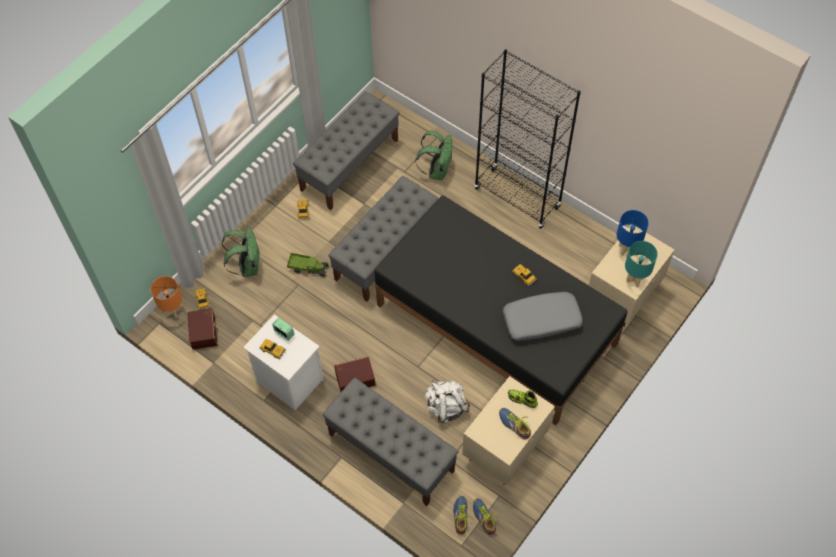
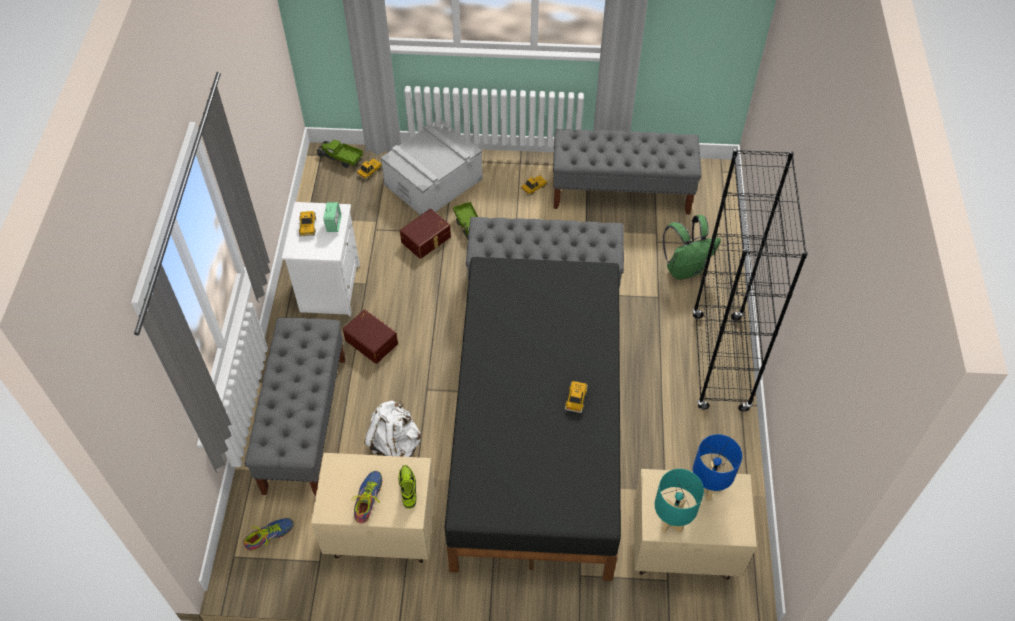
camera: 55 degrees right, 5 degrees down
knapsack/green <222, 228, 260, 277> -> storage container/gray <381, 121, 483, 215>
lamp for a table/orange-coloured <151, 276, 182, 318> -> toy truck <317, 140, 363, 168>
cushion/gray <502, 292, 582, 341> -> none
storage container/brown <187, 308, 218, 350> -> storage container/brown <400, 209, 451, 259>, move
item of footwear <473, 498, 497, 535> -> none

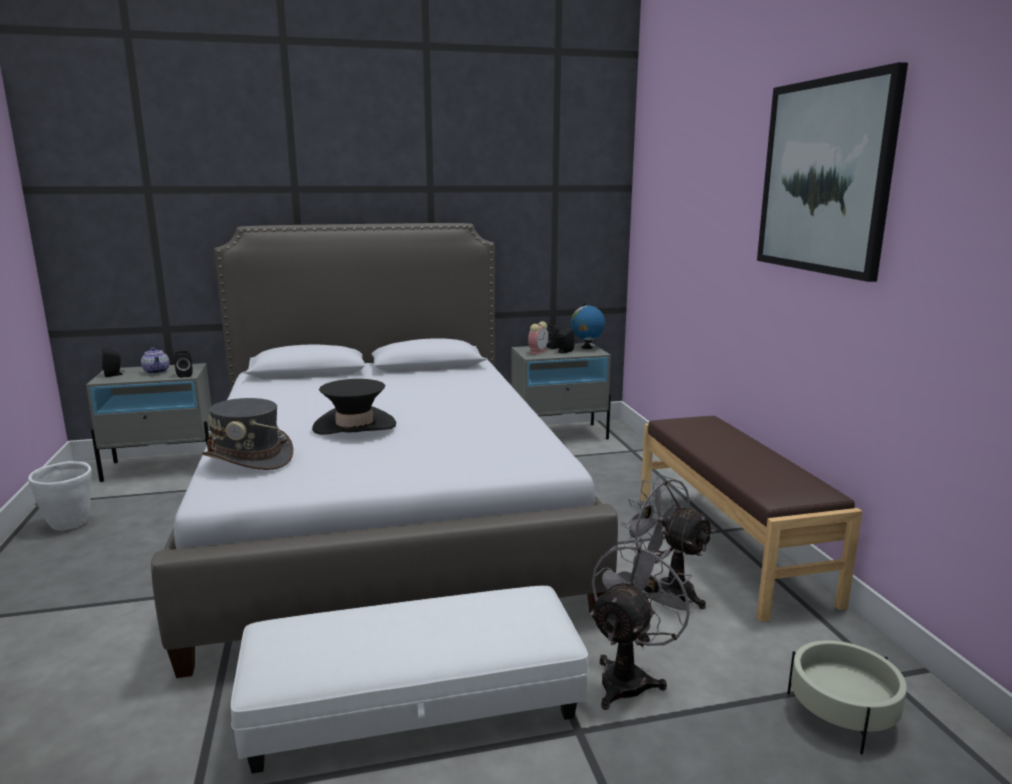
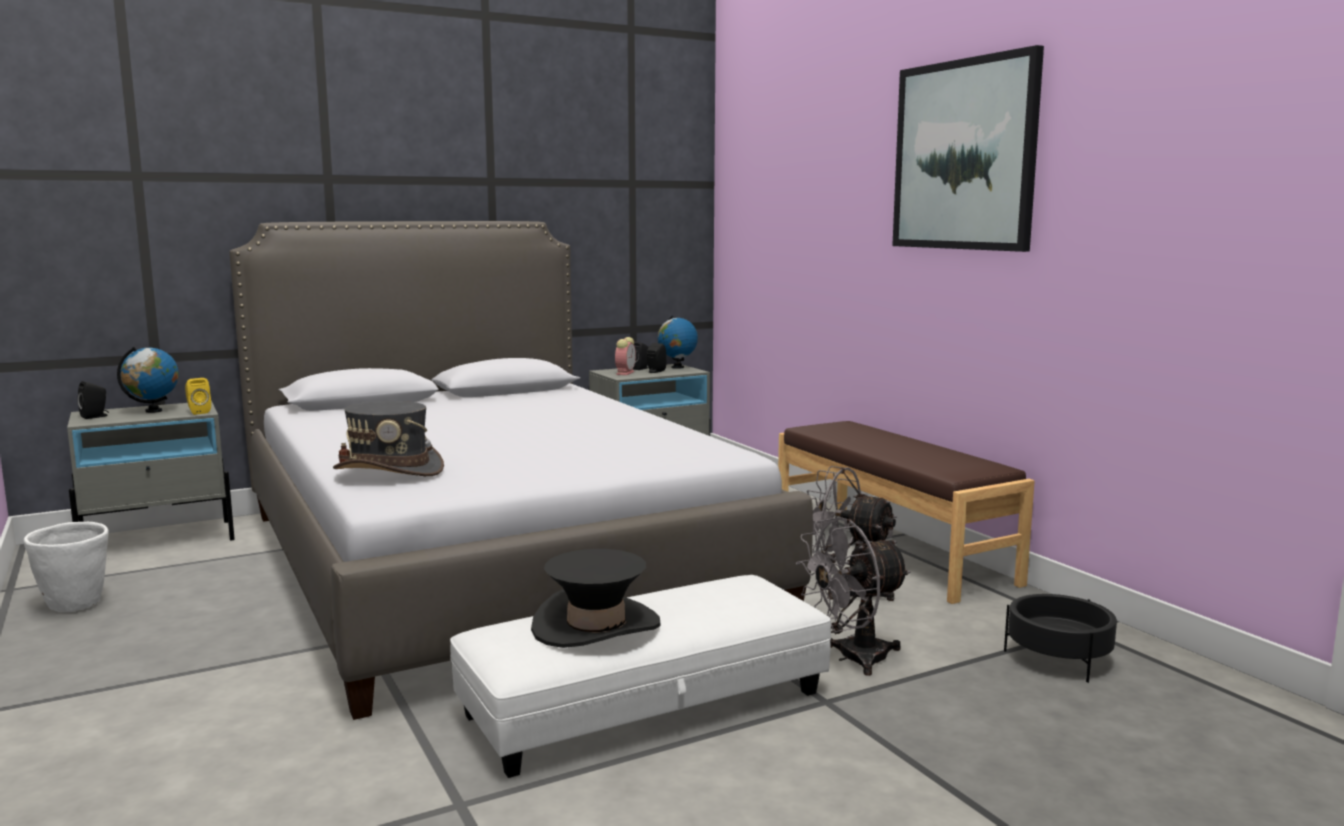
camera: 15 degrees left, 5 degrees down
tea pot <141, 347, 169, 374> -> world globe <117, 347, 179, 413>
loudspeaker/blackish <174, 350, 193, 378> -> loudspeaker/yellow-coloured <185, 378, 211, 415>
hat/blackish <312, 379, 396, 435> -> hat/blackish <531, 549, 661, 648>, move
fan/gray <590, 538, 697, 710> -> fan/gray <795, 517, 911, 676>, 135 degrees counterclockwise
plant pot/beige-coloured <787, 640, 907, 755> -> plant pot/blackish <1004, 594, 1117, 683>

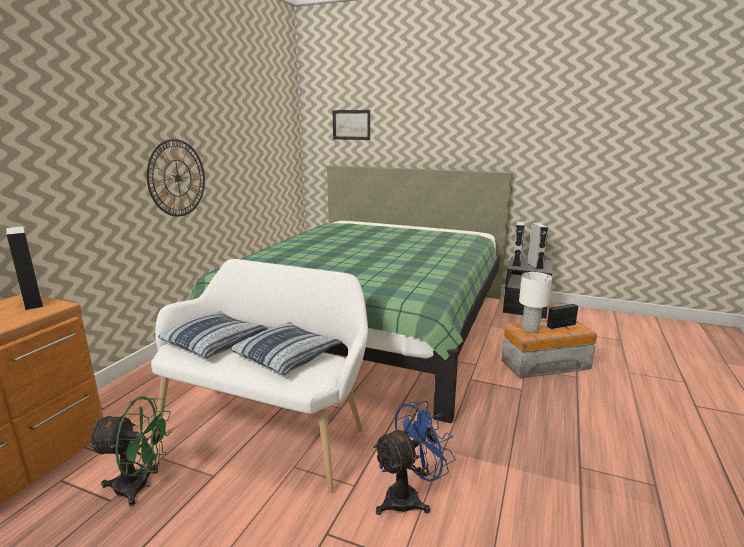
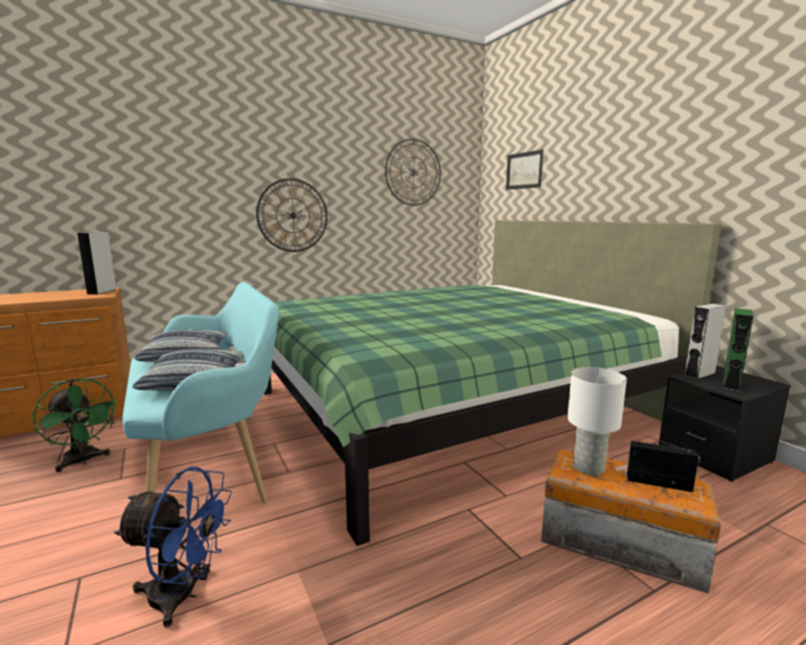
camera: 40 degrees right, 5 degrees down
loudspeaker/gray <527, 223, 548, 269> -> loudspeaker/green <722, 308, 753, 391>
long seat/white-coloured <151, 259, 368, 493> -> long seat/turquoise-coloured <123, 282, 279, 503>
none -> hanging clock <385, 138, 441, 206>

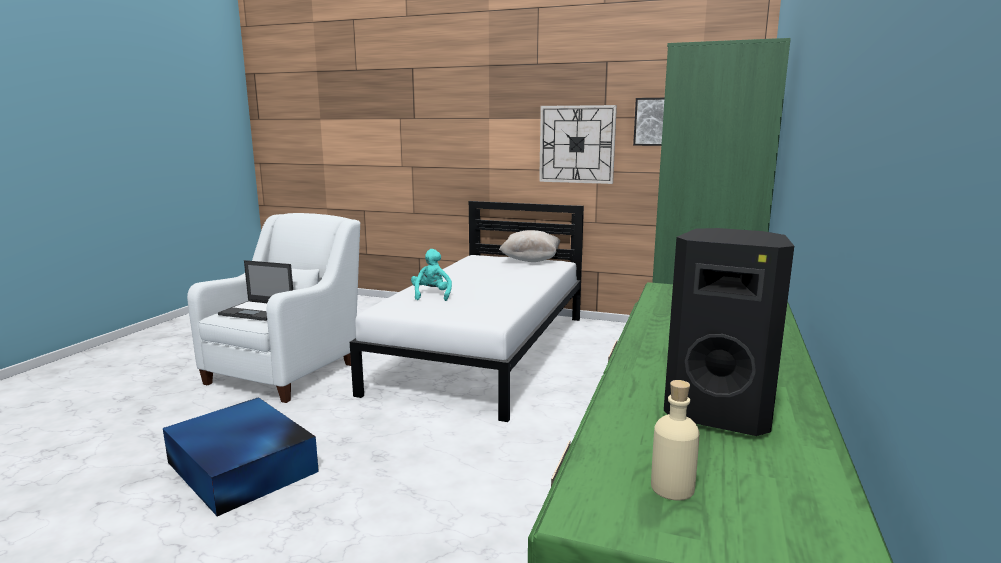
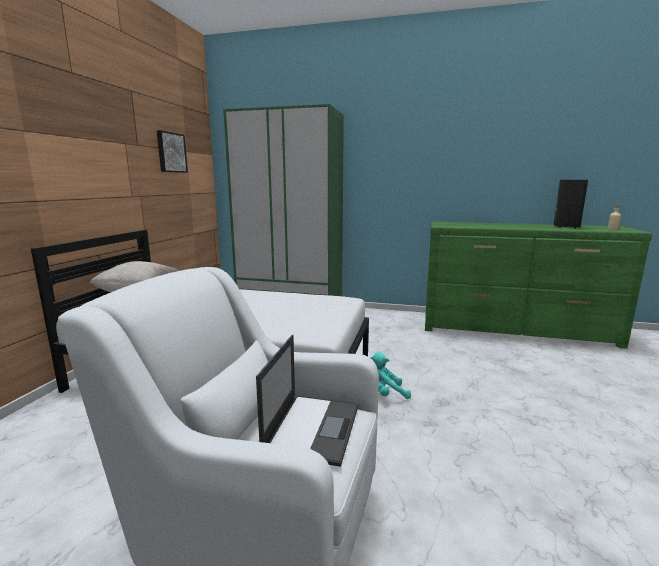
camera: 95 degrees left, 0 degrees up
hanging clock <539, 105, 617, 184> -> none
soft toy/turquoise-coloured <411, 249, 452, 301> -> soft toy/turquoise-coloured <370, 352, 411, 399>, move
storage container/bluish <163, 397, 319, 516> -> none

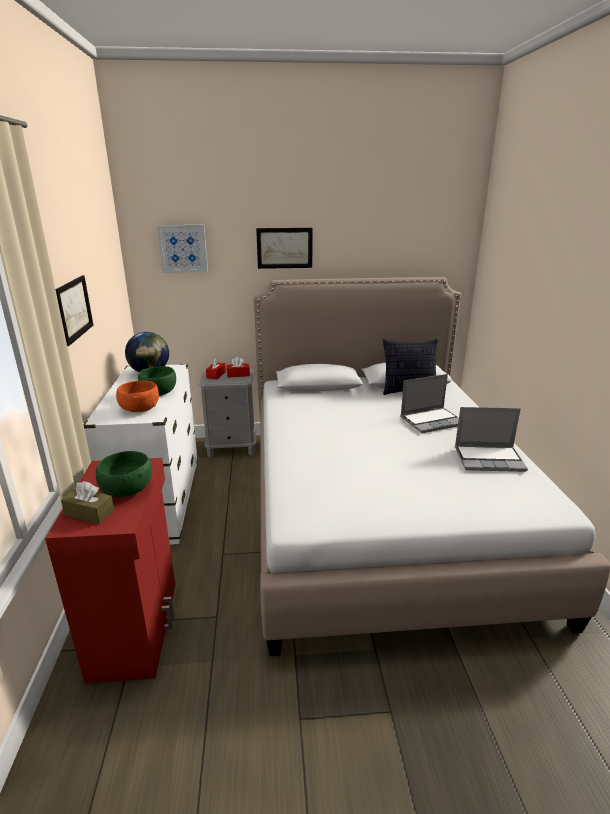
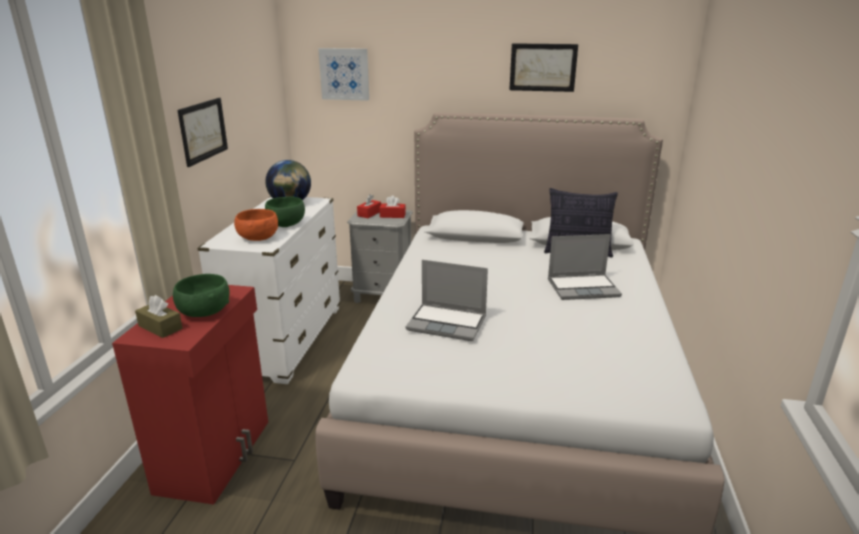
camera: 15 degrees right, 0 degrees up
picture <256, 228, 312, 269> -> picture <509, 43, 578, 92>, move
portable computer <455, 407, 528, 472> -> portable computer <406, 260, 488, 341>, move

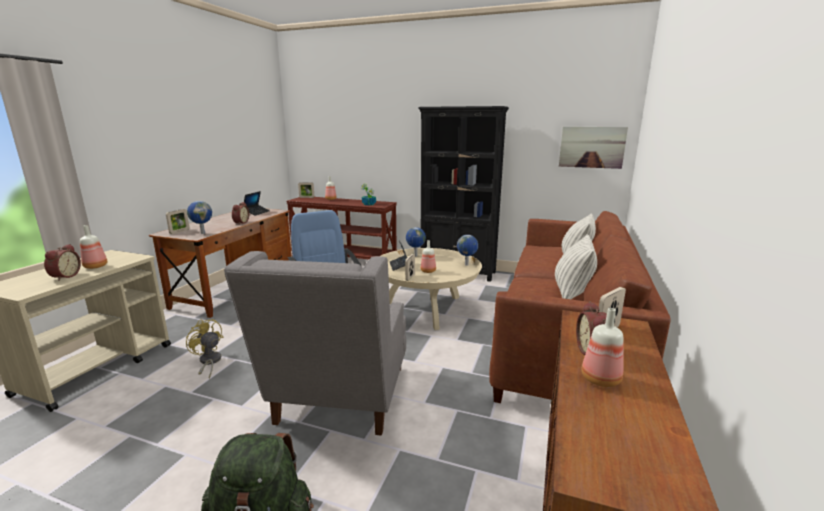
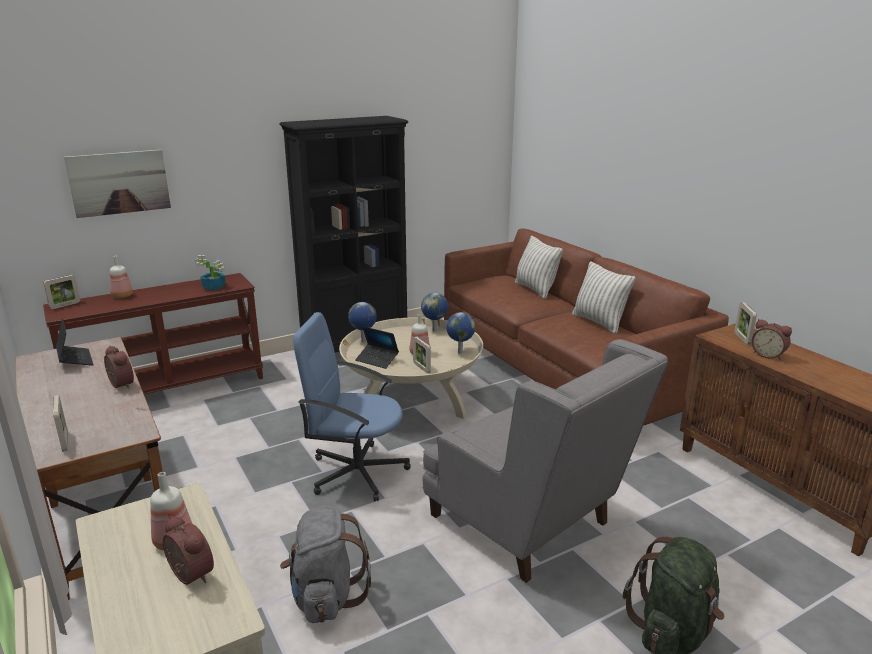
camera: 50 degrees left, 5 degrees up
picture <559, 127, 628, 169> -> picture <64, 150, 171, 218>, move
world globe <187, 201, 212, 234> -> world globe <446, 312, 475, 354>, move
bottle <582, 308, 623, 387> -> none
fan/yellow-coloured <186, 319, 223, 379> -> knapsack/gray <280, 506, 371, 623>

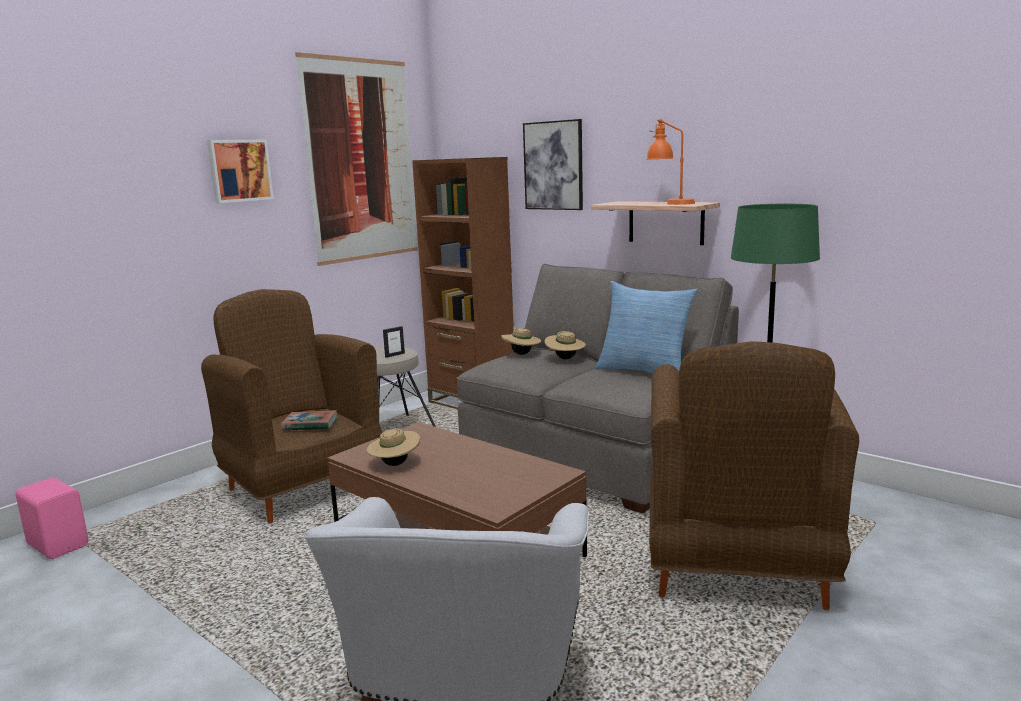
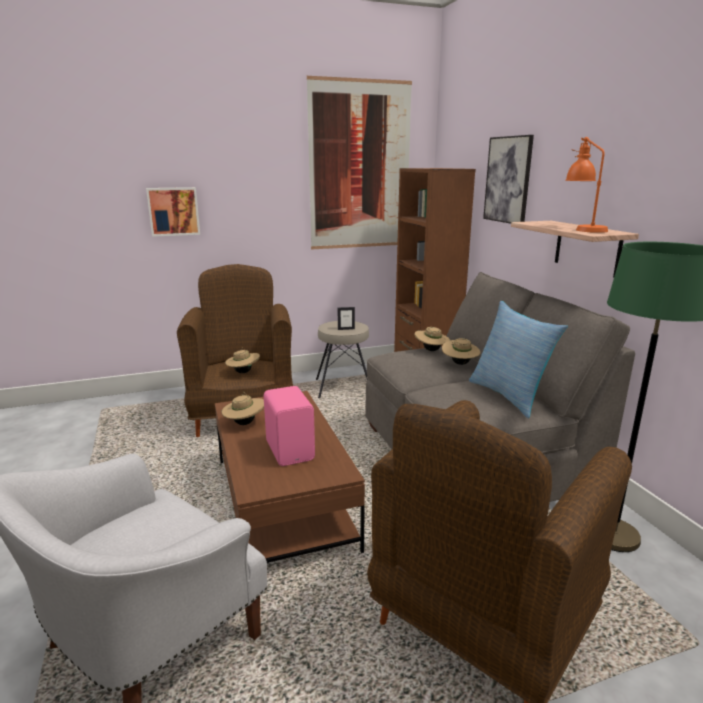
camera: 30 degrees right, 5 degrees up
picture <207, 140, 274, 203> -> picture <146, 187, 200, 237>, move
volume <281, 410, 337, 430> -> hat/beige-coloured <225, 348, 260, 373>
loudspeaker/pinkish <15, 478, 89, 559> -> loudspeaker/pinkish <264, 386, 315, 466>, move

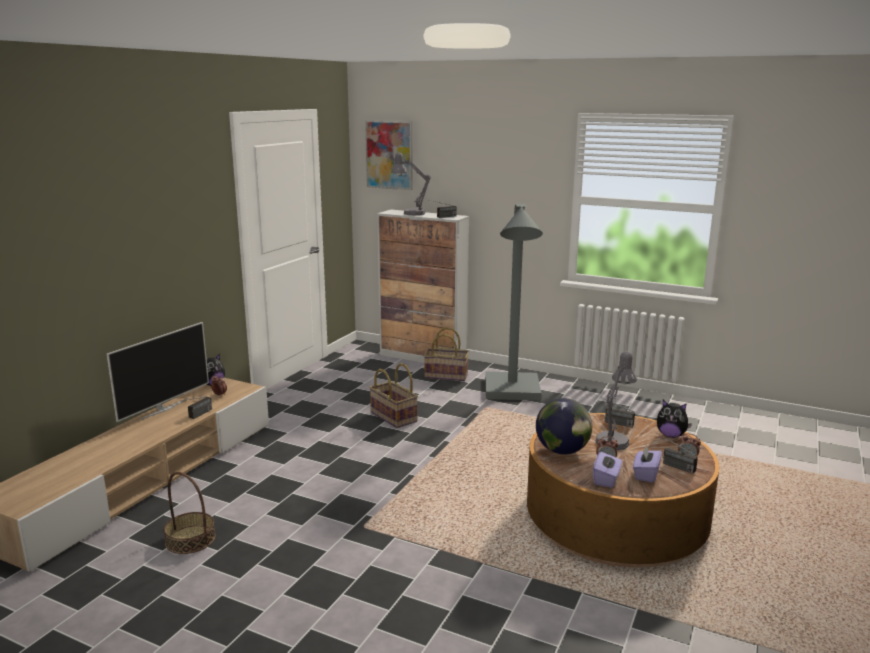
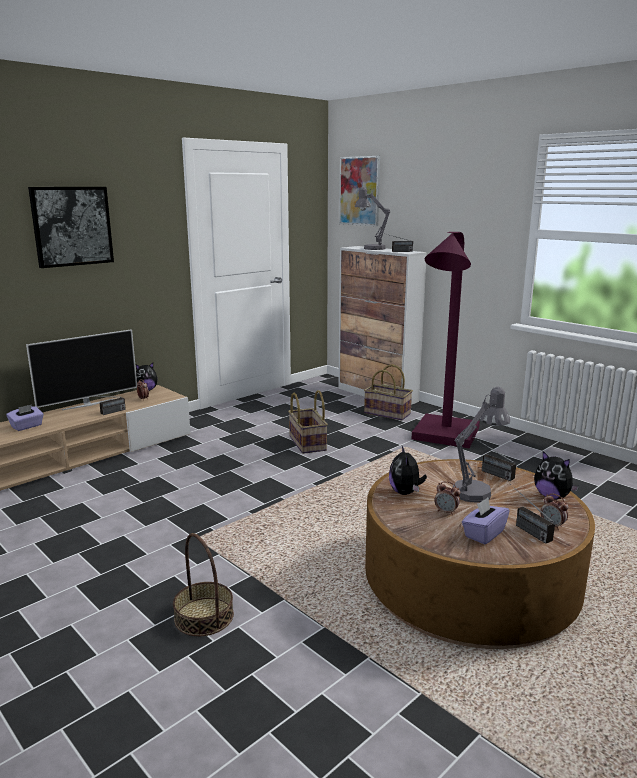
camera: 20 degrees right, 0 degrees up
floor lamp/gray <485, 204, 543, 400> -> floor lamp/purple-coloured <412, 232, 480, 448>
world globe <536, 398, 592, 454> -> soft toy <389, 446, 427, 495>
tissue holder/purple-coloured <593, 452, 622, 488> -> tissue holder/purple-coloured <6, 404, 44, 431>, move
basket <163, 472, 216, 554> -> basket <173, 533, 234, 636>, move
none -> picture <28, 187, 114, 268>

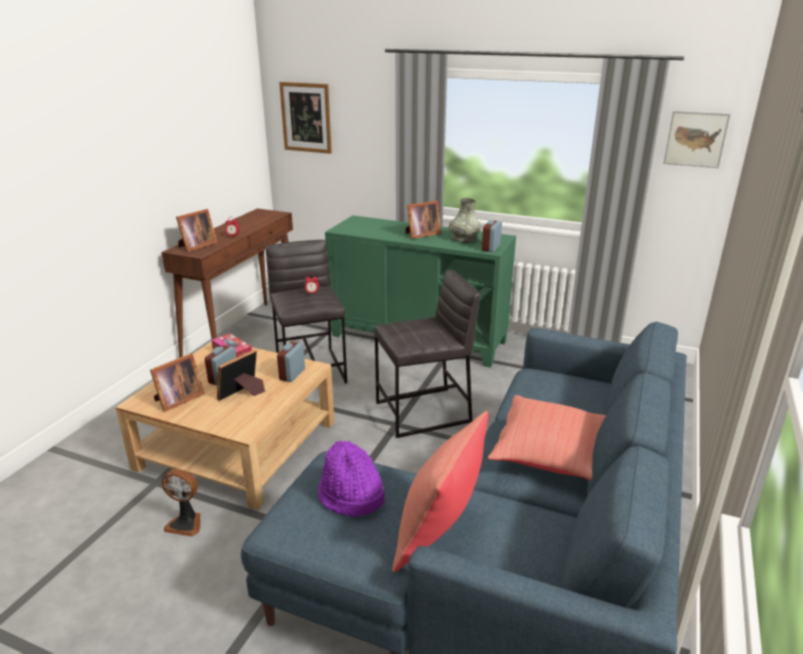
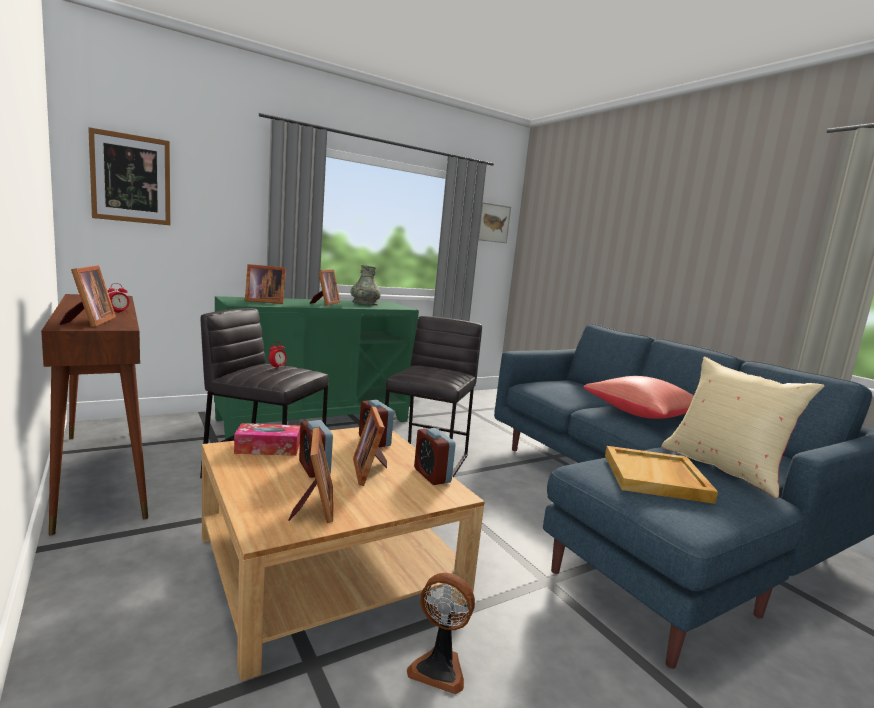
camera: 55 degrees left, 15 degrees down
table clock <482, 220, 502, 252> -> table clock <414, 428, 456, 485>, move
cushion/red <392, 411, 489, 572> -> cushion/beige-coloured <661, 357, 825, 498>
hat/purple-coloured <318, 440, 385, 517> -> carrying tray/beige-coloured <605, 446, 718, 504>
fan <162, 469, 200, 537> -> fan <407, 573, 475, 694>, 60 degrees clockwise
none -> picture frame <245, 264, 286, 304>

